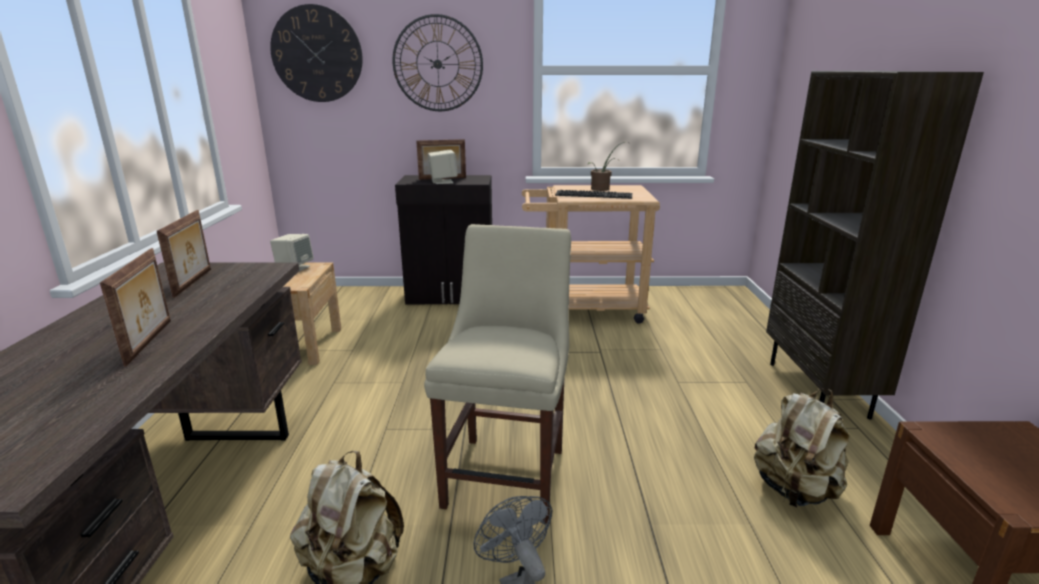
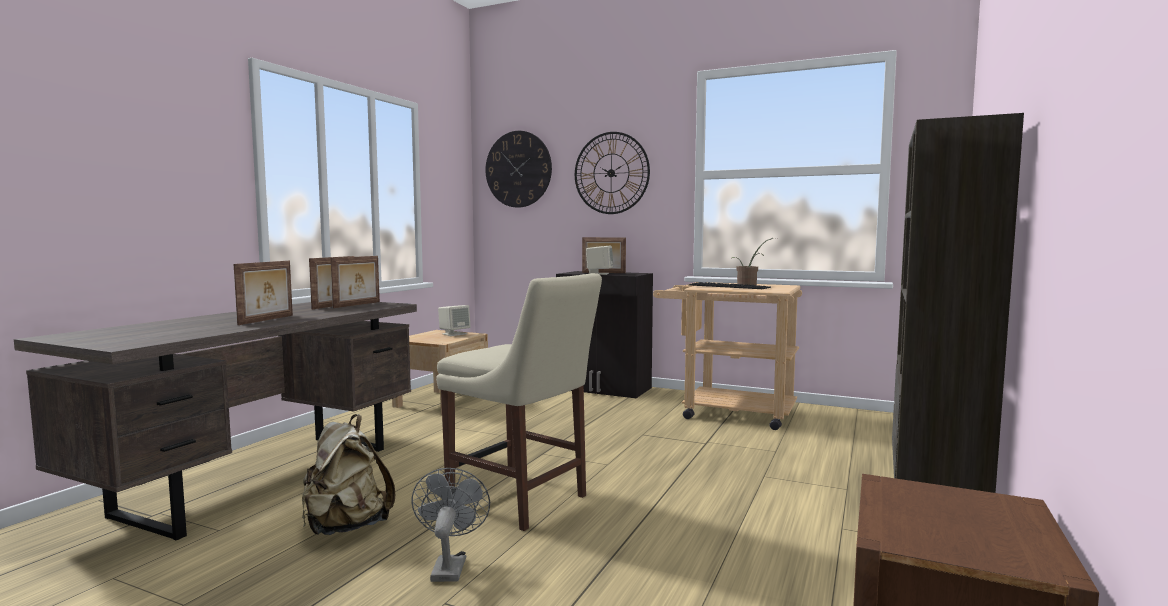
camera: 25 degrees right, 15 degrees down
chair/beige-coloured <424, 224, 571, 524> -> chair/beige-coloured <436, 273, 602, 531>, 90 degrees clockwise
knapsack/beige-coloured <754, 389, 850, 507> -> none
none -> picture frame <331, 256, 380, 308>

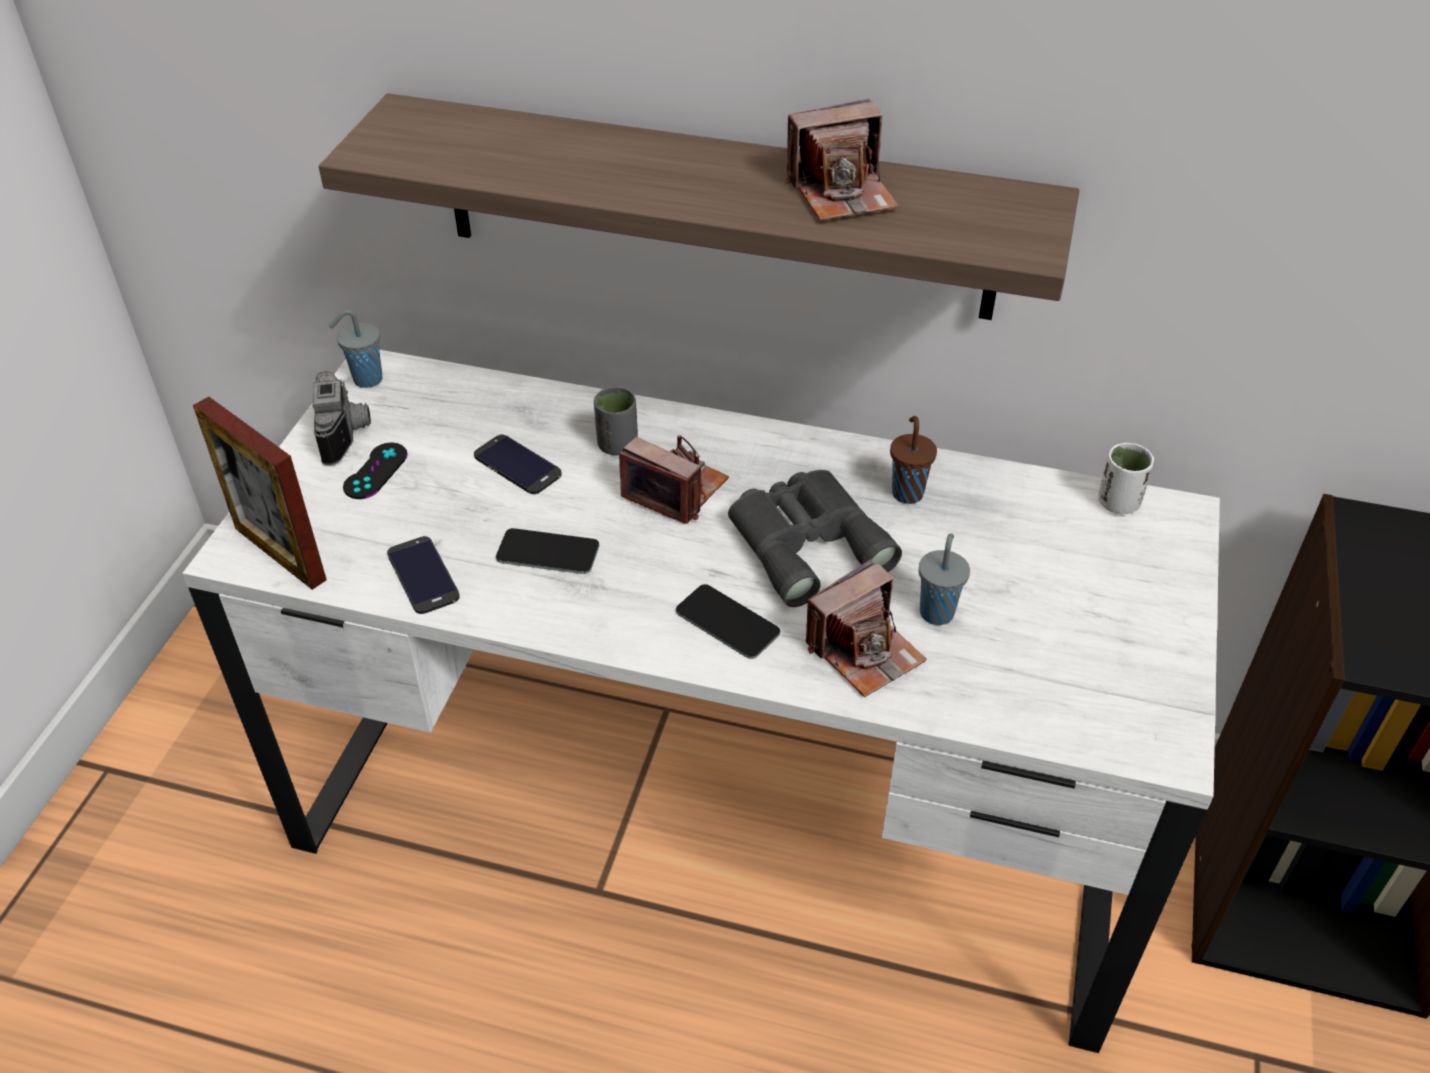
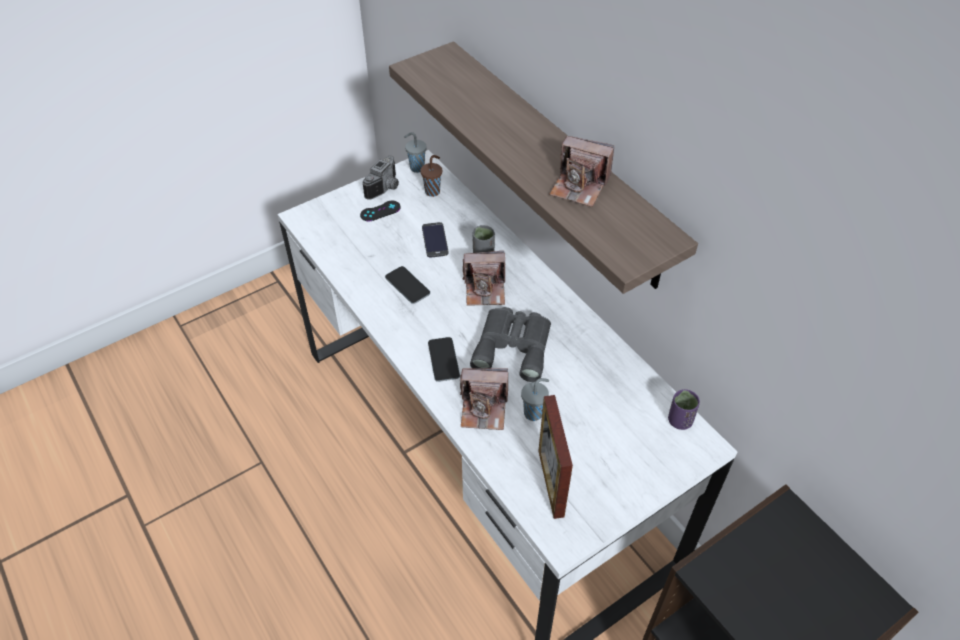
camera: 40 degrees right, 5 degrees up
picture frame <193, 397, 327, 590> -> picture frame <539, 395, 573, 519>, move
cup/brown <890, 416, 937, 504> -> cup/brown <420, 155, 442, 197>, move
photo camera <619, 435, 729, 524> -> photo camera <462, 251, 505, 306>, 105 degrees clockwise
cup/white-coloured <1098, 443, 1154, 514> -> cup/purple-coloured <668, 389, 700, 430>
phone <387, 536, 460, 614> -> none

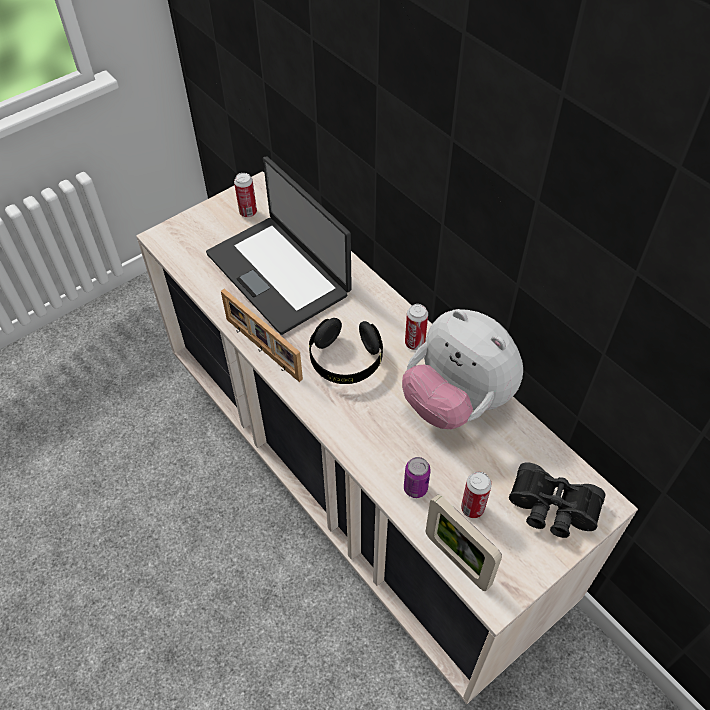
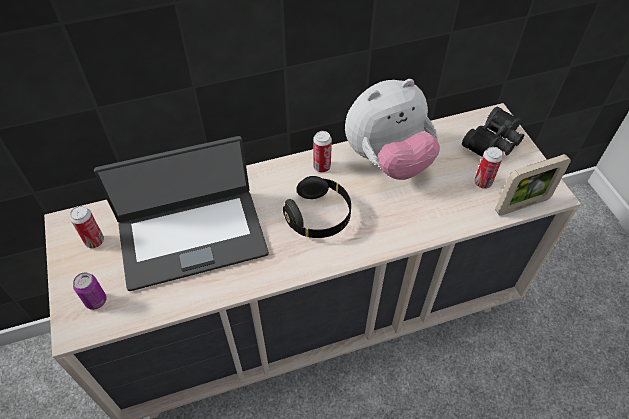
camera: 70 degrees left, 0 degrees up
picture frame <221, 289, 303, 382> -> none
sealed can <404, 457, 431, 498> -> sealed can <73, 272, 107, 310>, move

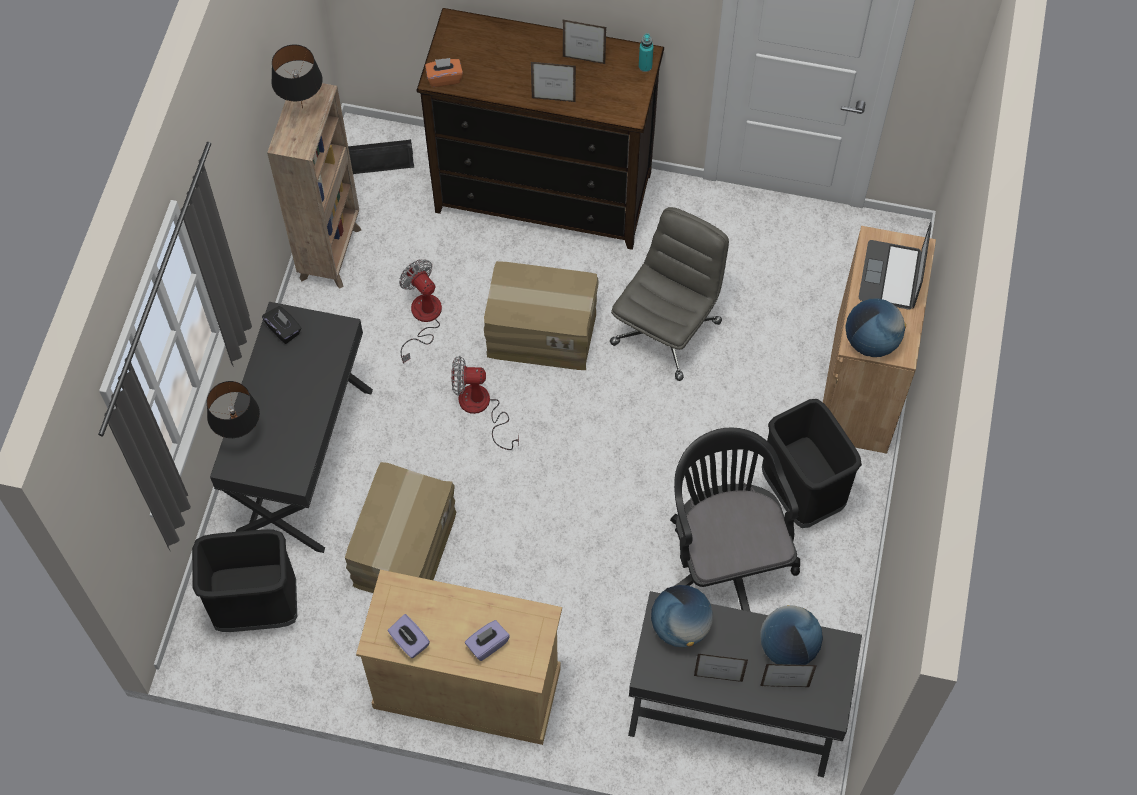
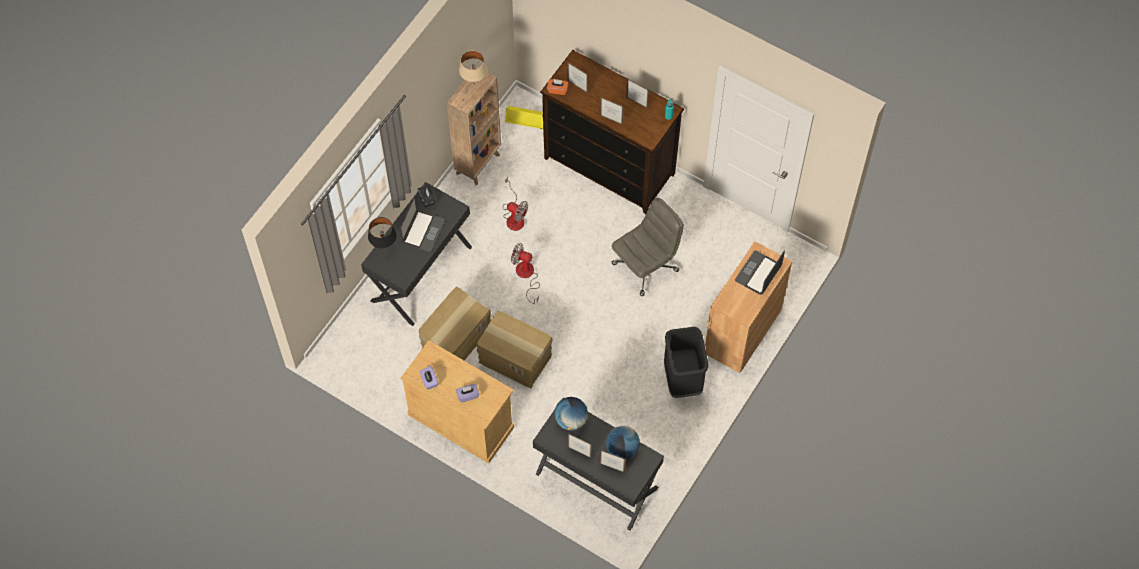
camera: 20 degrees right, 0 degrees up
lamp for a table/blackish <271, 44, 323, 108> -> lamp for a table/beige-coloured <459, 51, 487, 82>
loudspeaker/blackish <348, 139, 414, 174> -> loudspeaker/yellow-coloured <505, 105, 543, 129>
fan <399, 259, 442, 363> -> fan <503, 176, 528, 231>, 135 degrees clockwise
carton <484, 261, 598, 370> -> carton <477, 311, 553, 389>, move
world globe <845, 298, 906, 357> -> none
desk chair/blackish <665, 427, 800, 612> -> none
waste bin/blackish <192, 529, 297, 632> -> none
none -> picture frame <568, 62, 588, 93>
none -> portable computer <400, 196, 445, 252>

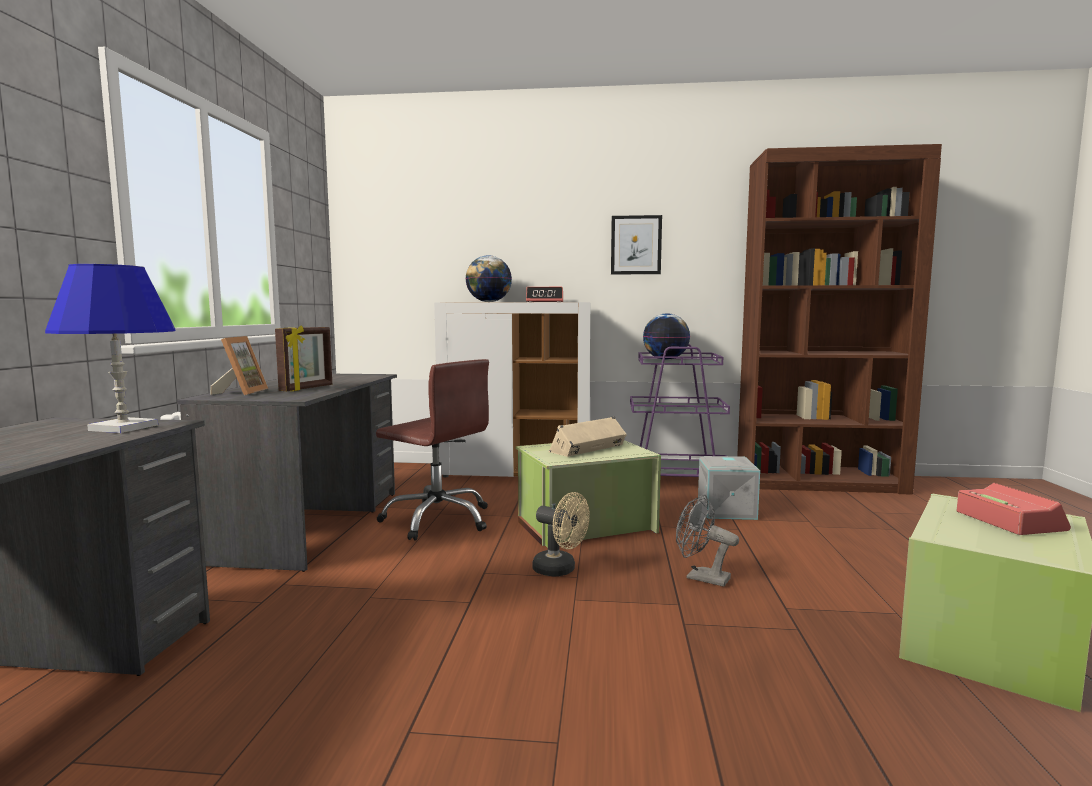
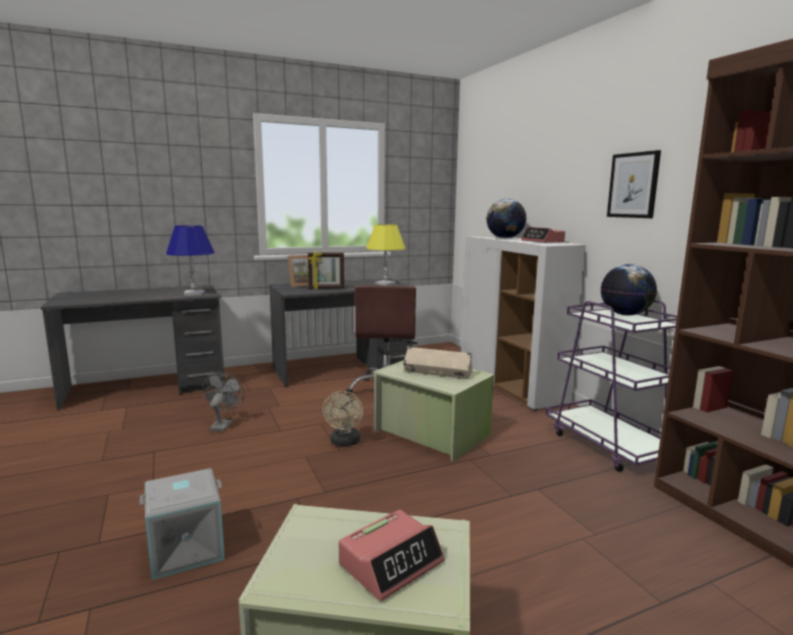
camera: 60 degrees right, 5 degrees up
storage container/gray <698, 456, 760, 520> -> storage container/gray <140, 468, 225, 580>, move
fan/gray <676, 494, 739, 587> -> fan/gray <202, 373, 244, 432>, move
none -> lamp for a table/yellow-coloured <366, 224, 405, 285>

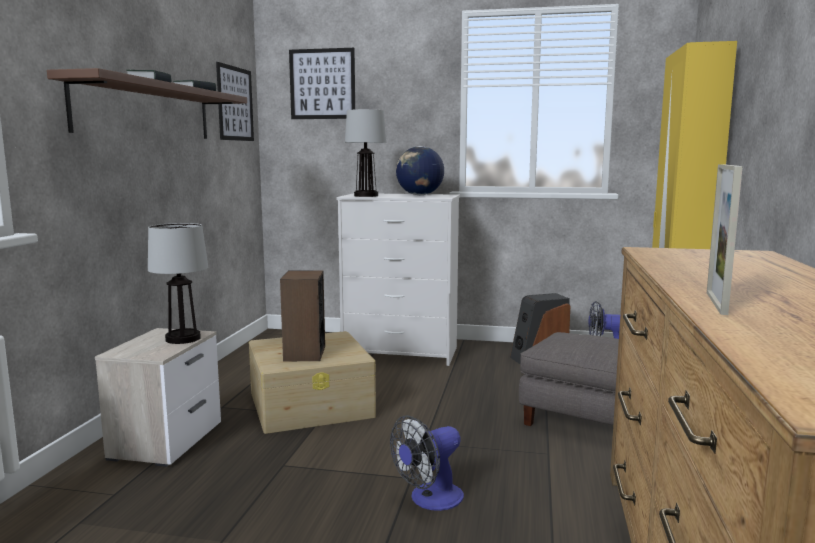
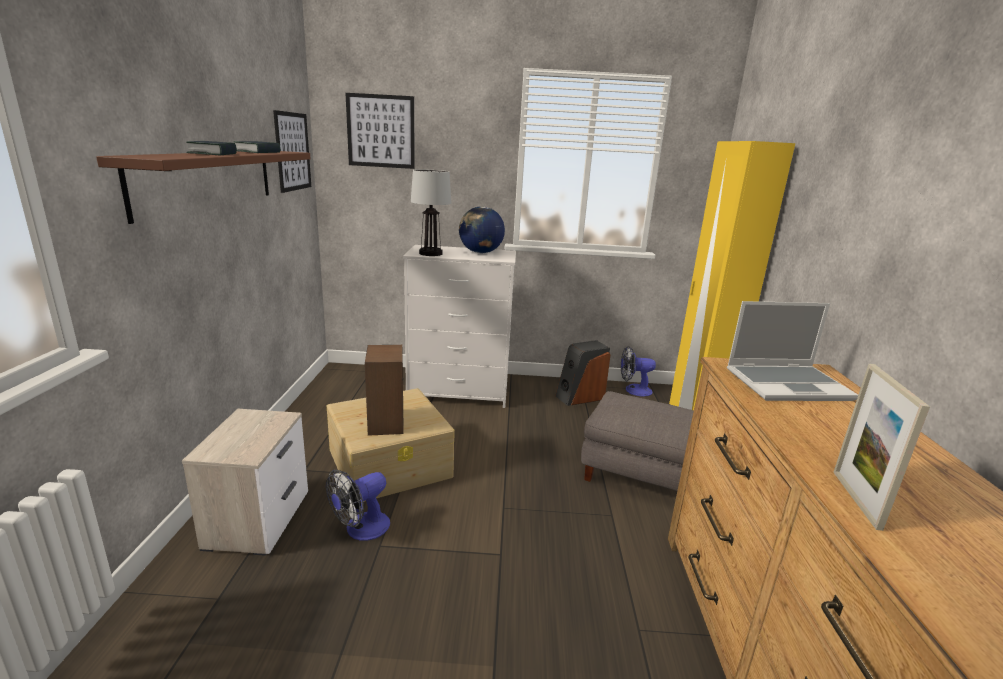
camera: 10 degrees left, 10 degrees up
lamp for a table <148, 223, 208, 344> -> none
fan <390, 415, 464, 511> -> fan <326, 470, 390, 541>, move
none -> portable computer <727, 301, 858, 401>

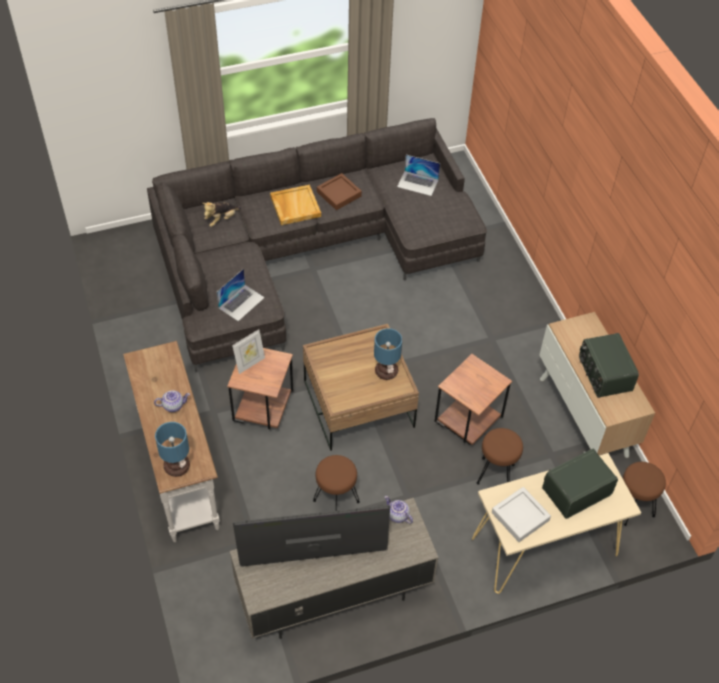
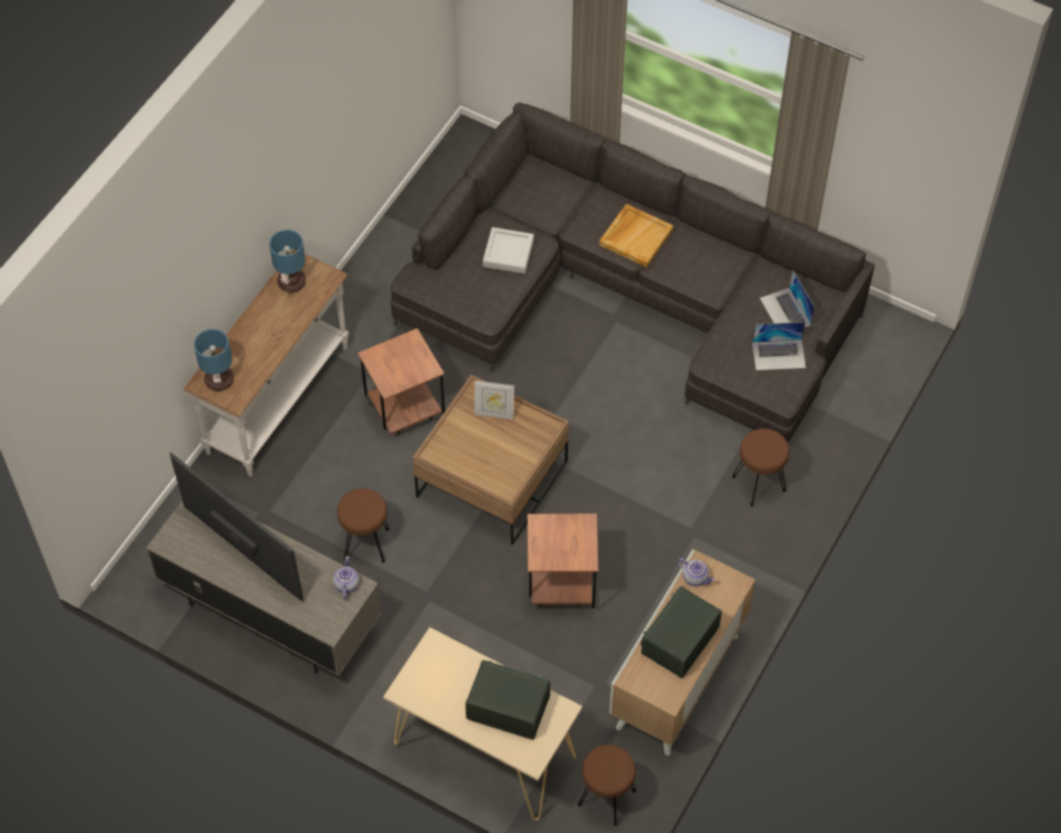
camera: 50 degrees right, 5 degrees up
carrying tray/brown <317, 173, 362, 210> -> none
soft toy <202, 202, 241, 227> -> none
portable computer <216, 269, 265, 321> -> portable computer <752, 322, 806, 370>, move
lamp for a table <374, 328, 402, 380> -> lamp for a table <269, 230, 306, 292>, move
picture frame <232, 329, 265, 374> -> picture frame <474, 381, 514, 419>, move
tea pot <154, 390, 190, 412> -> tea pot <677, 558, 715, 586>, move
stool seat/brown <477, 428, 523, 485> -> stool seat/brown <732, 429, 789, 506>, move
carrying tray/gray <492, 487, 551, 542> -> carrying tray/gray <483, 227, 534, 274>, move

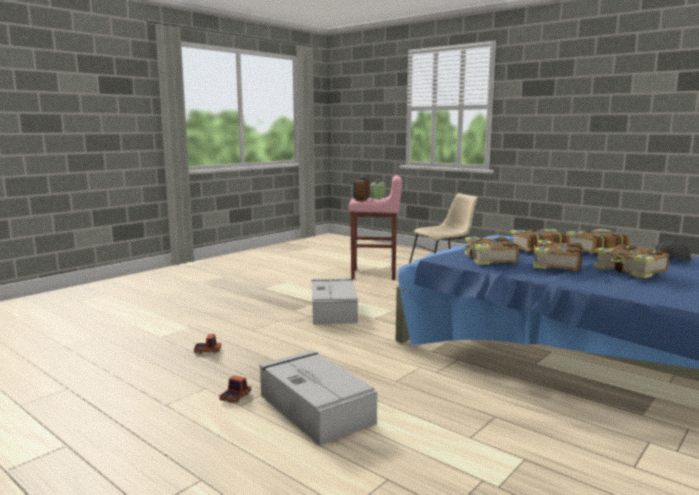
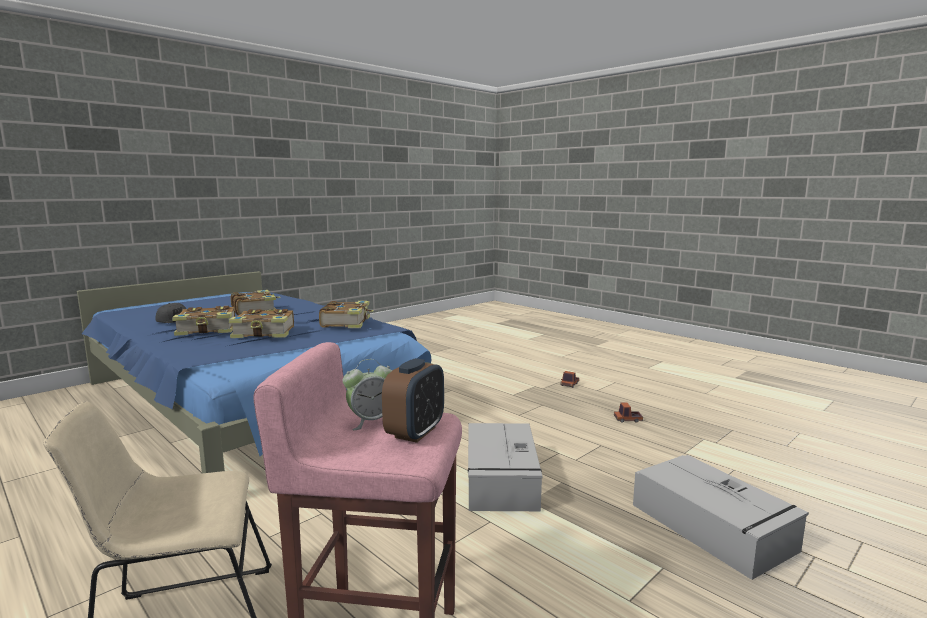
camera: 175 degrees left, 0 degrees up
volume <526, 240, 583, 271> -> none
storage container/gray <259, 350, 377, 446> -> storage container/gray <633, 455, 809, 580>, move

